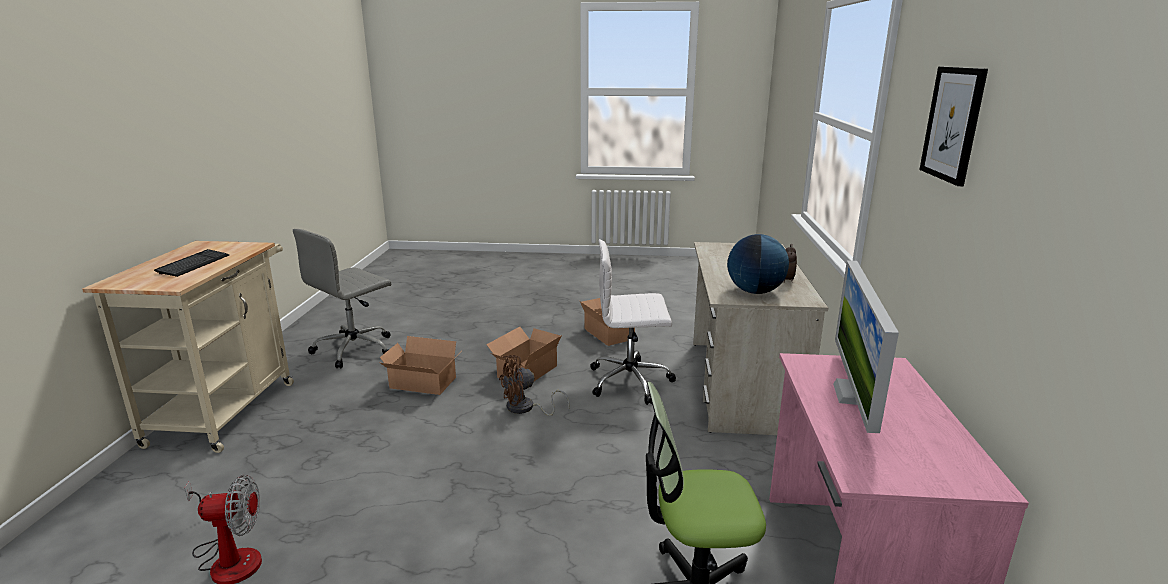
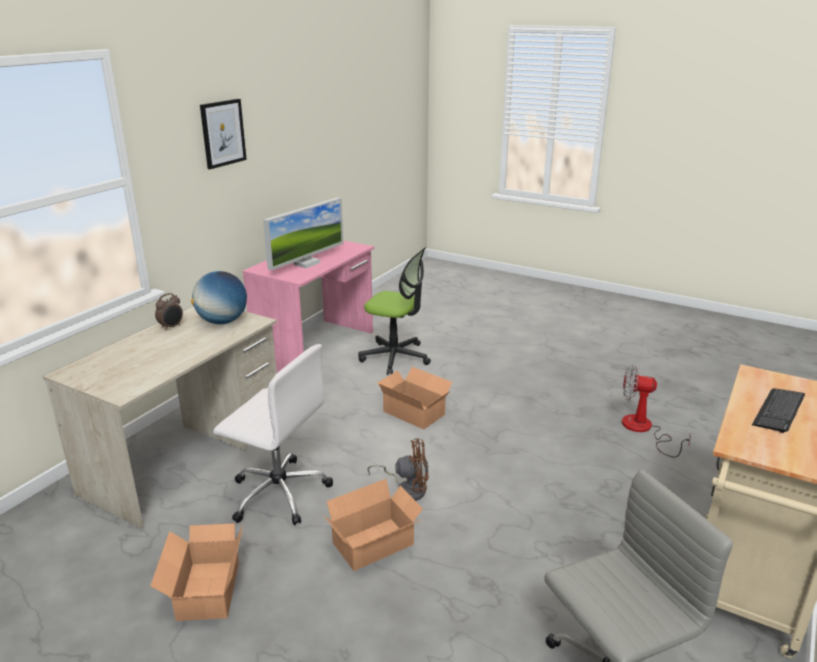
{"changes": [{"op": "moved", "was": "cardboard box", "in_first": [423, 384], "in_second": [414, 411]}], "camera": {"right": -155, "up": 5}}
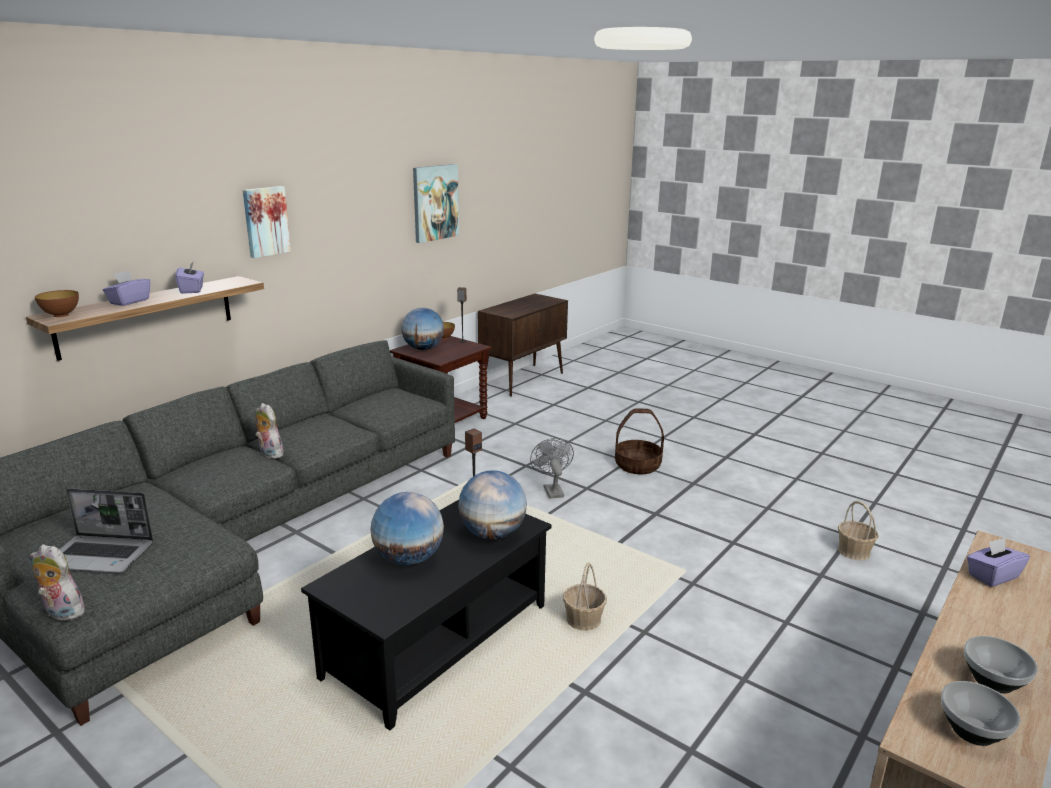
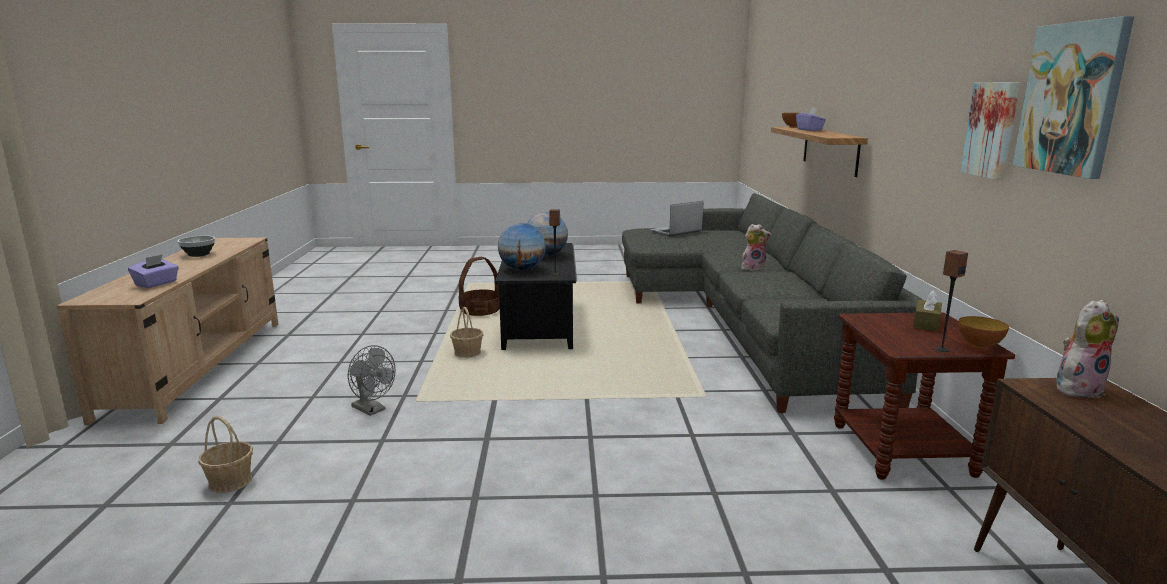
{"changes": [{"op": "moved", "was": "plush toy", "in_first": [61, 613], "in_second": [1077, 389]}, {"op": "removed", "was": "purple tissue box", "in_first": [192, 290]}, {"op": "moved", "was": "picture", "in_first": [265, 221], "in_second": [993, 130]}, {"op": "replaced", "was": "globe", "now": "brown tissue box", "in_first": [423, 349], "in_second": [926, 324]}, {"op": "moved", "was": "grey fan", "in_first": [551, 490], "in_second": [372, 410]}, {"op": "moved", "was": "basket", "in_first": [638, 465], "in_second": [480, 311]}, {"op": "removed", "was": "bowl", "in_first": [973, 731]}], "camera": {"right": 140, "up": -5}}
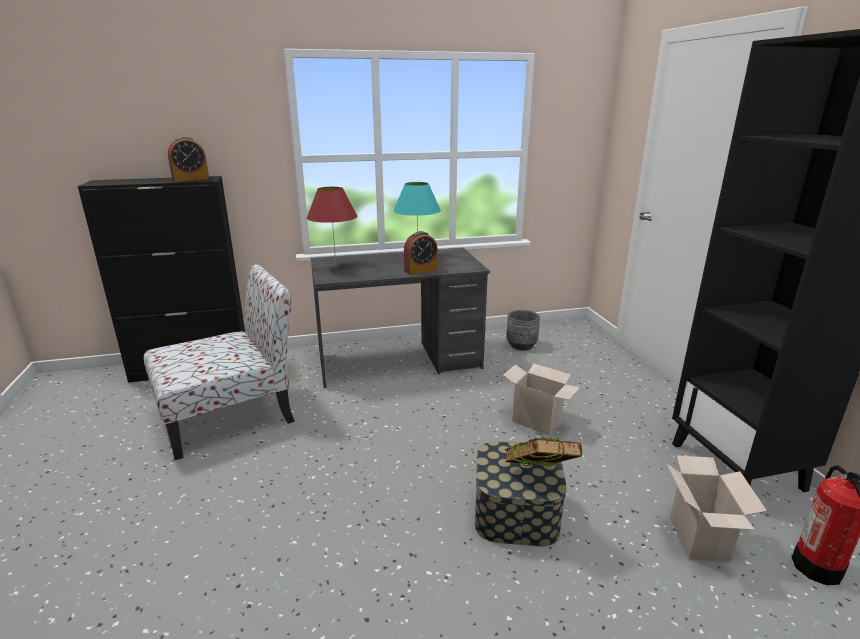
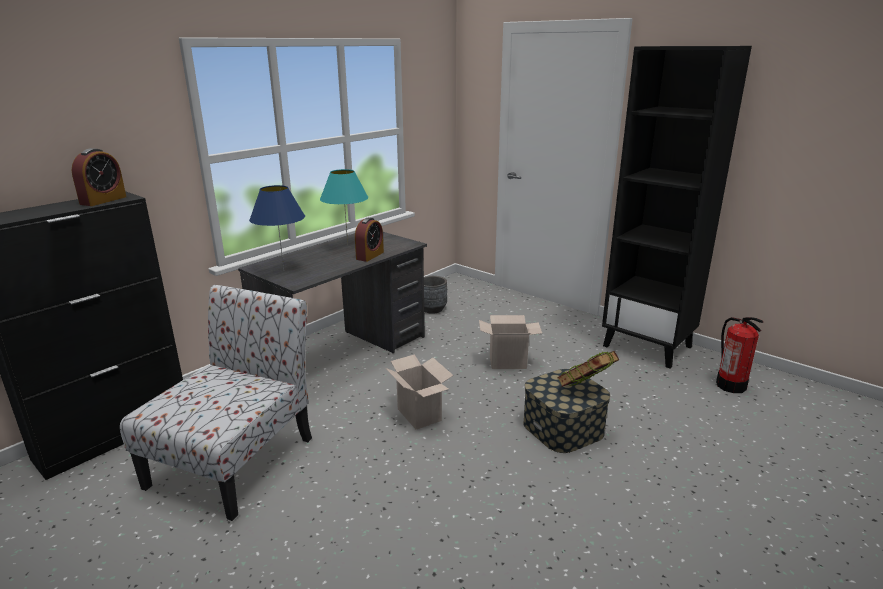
{"changes": [{"op": "recoloured", "was": "red table lamp", "now": "blue table lamp", "in_first": [335, 267], "in_second": [283, 271]}, {"op": "moved", "was": "cardboard box", "in_first": [701, 540], "in_second": [421, 415]}], "camera": {"right": -35, "up": 0}}
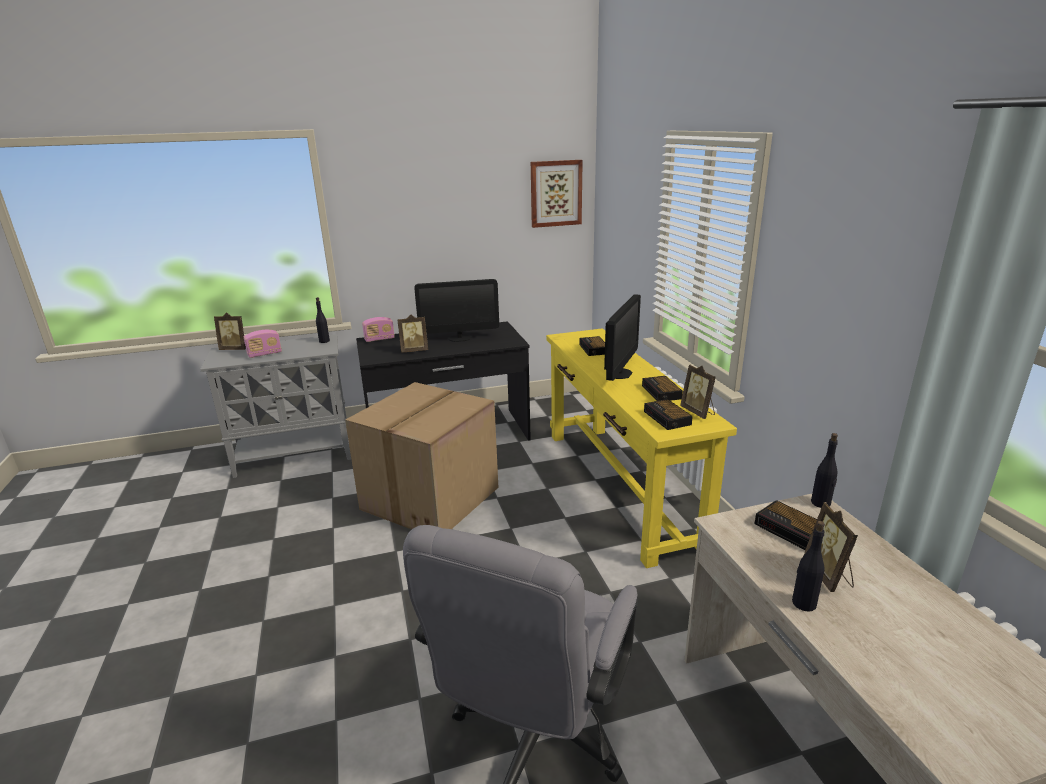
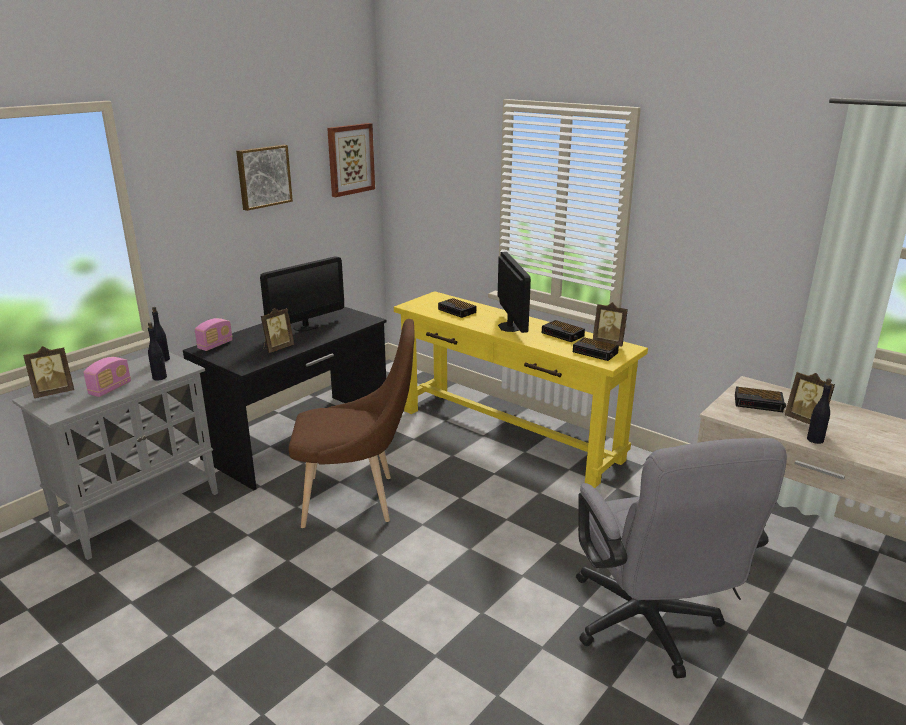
{"changes": [{"op": "replaced", "was": "cardboard box", "now": "brown chair", "in_first": [430, 499], "in_second": [356, 500]}, {"op": "moved", "was": "black bottle", "in_first": [821, 503], "in_second": [160, 377]}, {"op": "added", "now": "picture", "in_second": [263, 176]}], "camera": {"right": -35, "up": 0}}
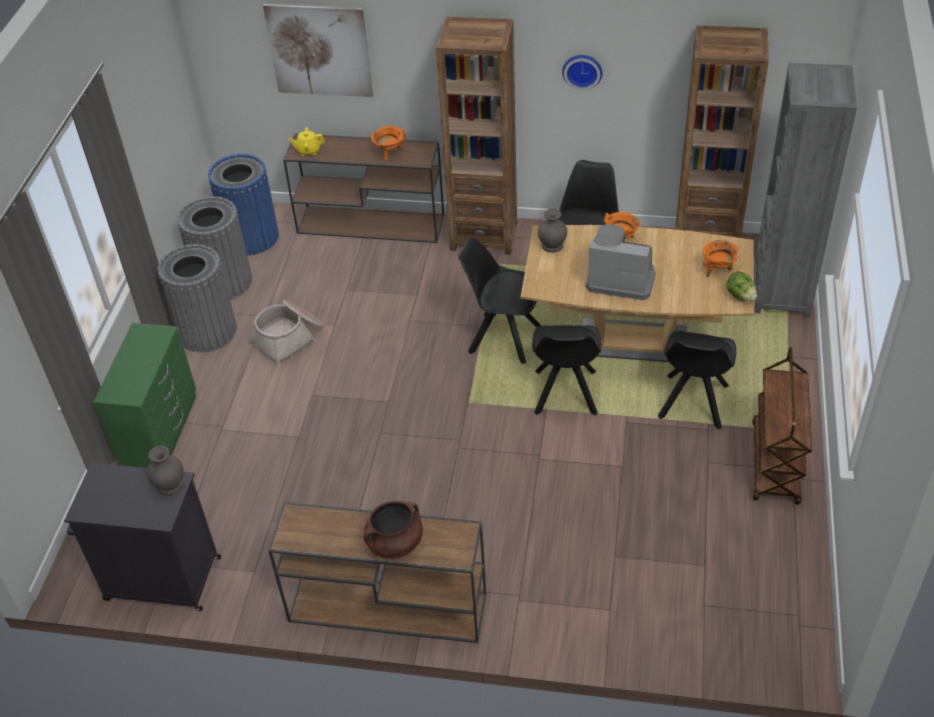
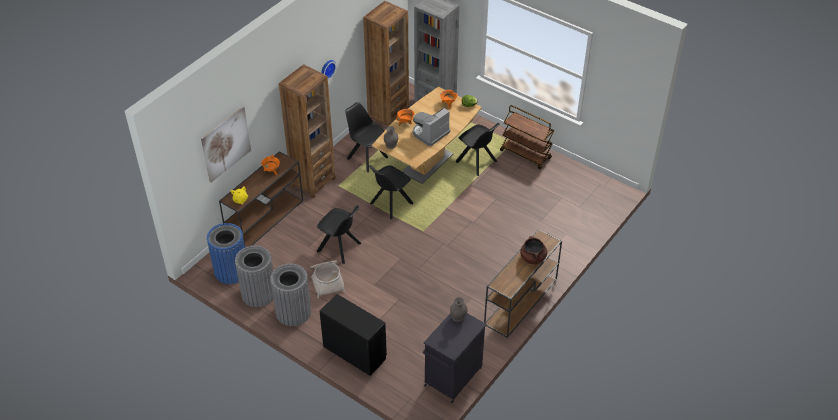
{"changes": [{"op": "recoloured", "was": "green dresser", "now": "black dresser", "in_first": [161, 432], "in_second": [354, 352]}, {"op": "moved", "was": "black chair", "in_first": [565, 394], "in_second": [340, 248]}], "camera": {"right": -65, "up": 0}}
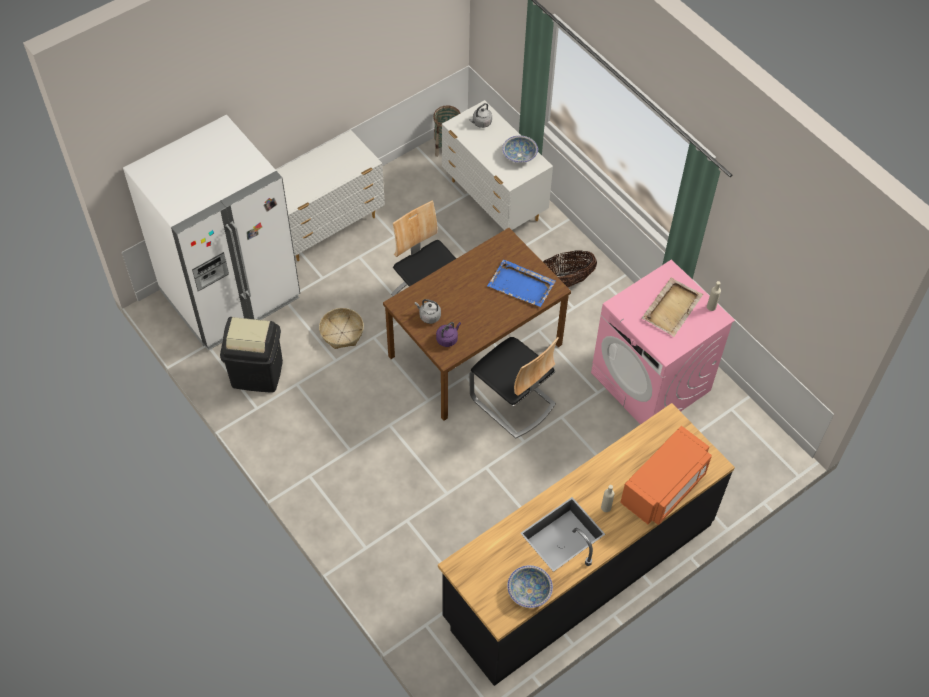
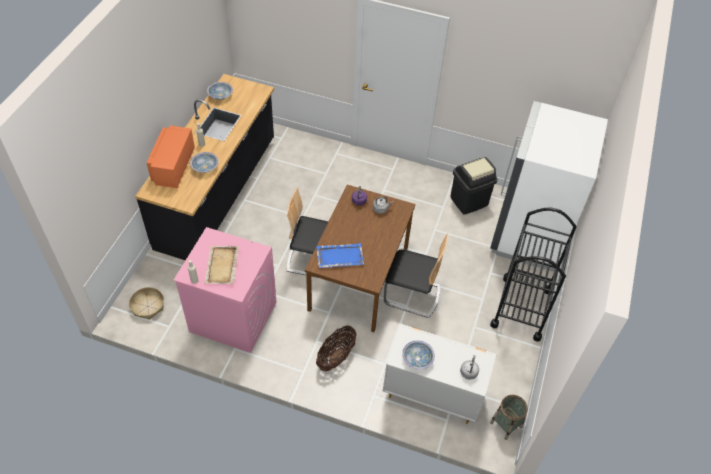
{"changes": [{"op": "replaced", "was": "white dresser", "now": "black cart", "in_first": [327, 227], "in_second": [521, 308]}, {"op": "moved", "was": "basket", "in_first": [342, 332], "in_second": [148, 306]}, {"op": "added", "now": "bowl", "in_second": [205, 167]}], "camera": {"right": 145, "up": -5}}
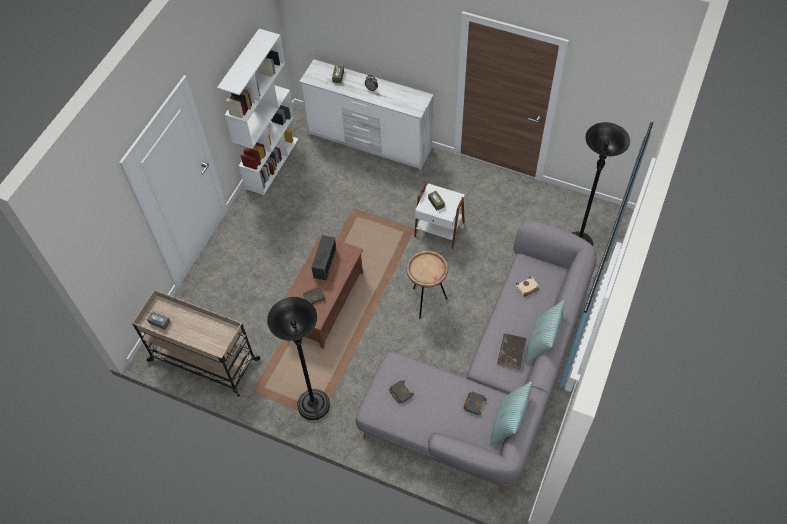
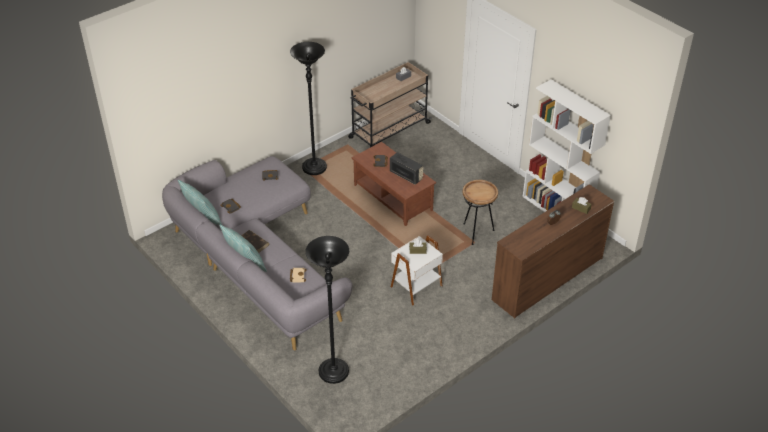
{"changes": [{"op": "recoloured", "was": "white dresser", "now": "brown dresser", "in_first": [369, 141], "in_second": [547, 278]}, {"op": "moved", "was": "brown side table", "in_first": [426, 301], "in_second": [476, 232]}], "camera": {"right": 115, "up": -15}}
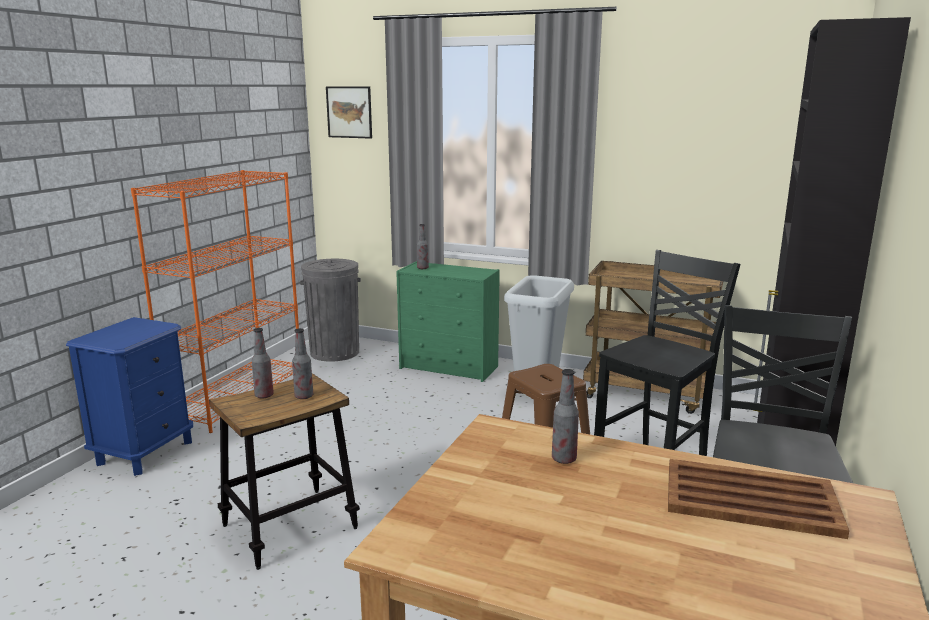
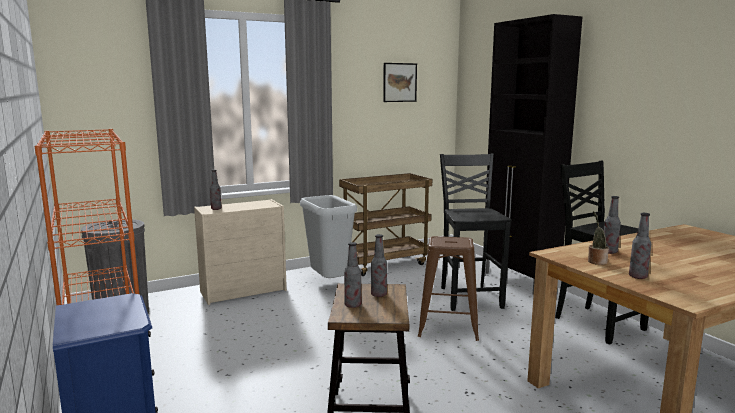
{"changes": [{"op": "moved", "was": "picture", "in_first": [349, 112], "in_second": [399, 82]}, {"op": "recoloured", "was": "green dresser", "now": "beige dresser", "in_first": [450, 367], "in_second": [244, 291]}, {"op": "removed", "was": "brown tray", "in_first": [748, 498]}, {"op": "added", "now": "potted plant", "in_second": [596, 261]}, {"op": "added", "now": "bottle", "in_second": [638, 277]}], "camera": {"right": -50, "up": -5}}
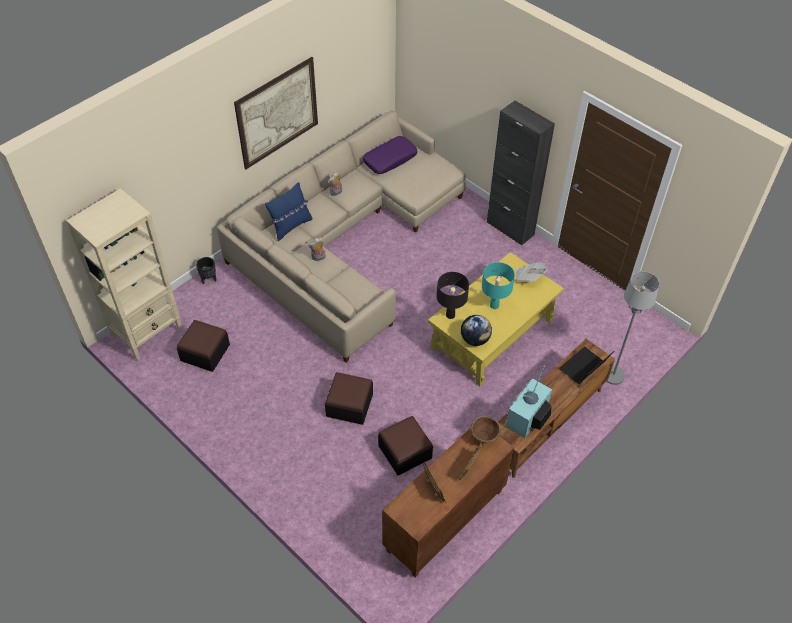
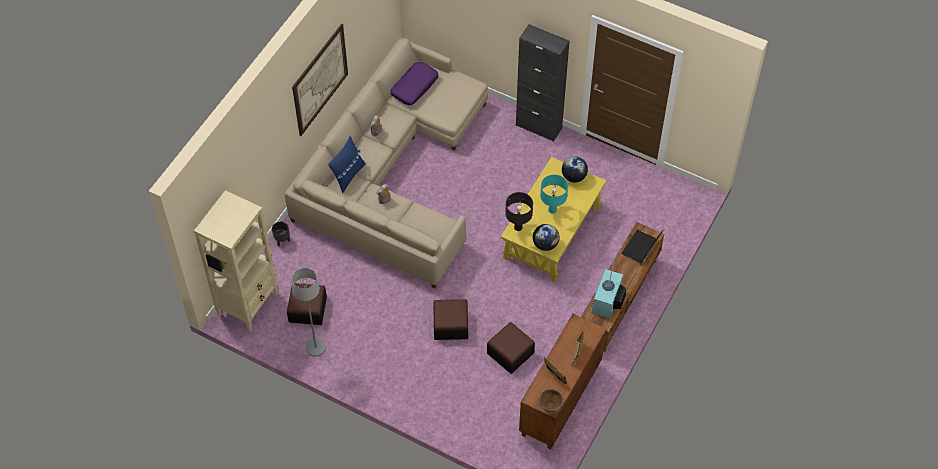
{"changes": [{"op": "moved", "was": "brown bowl", "in_first": [484, 437], "in_second": [550, 405]}, {"op": "replaced", "was": "newspaper", "now": "globe", "in_first": [528, 277], "in_second": [573, 177]}, {"op": "moved", "was": "grey floor lamp", "in_first": [613, 375], "in_second": [315, 347]}], "camera": {"right": -15, "up": 5}}
